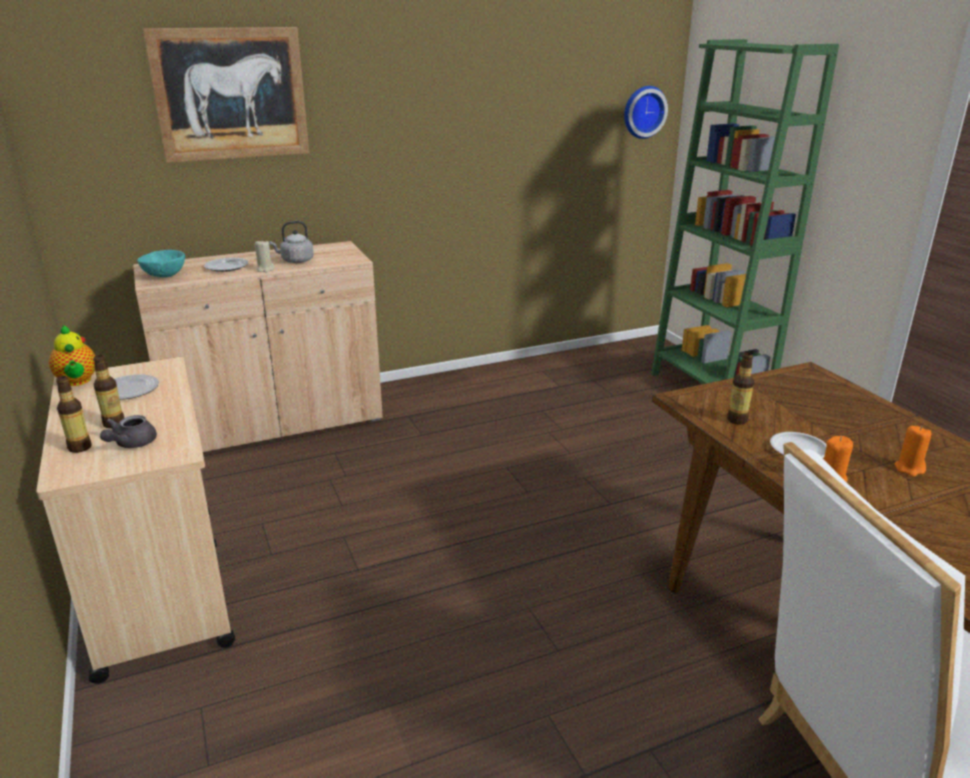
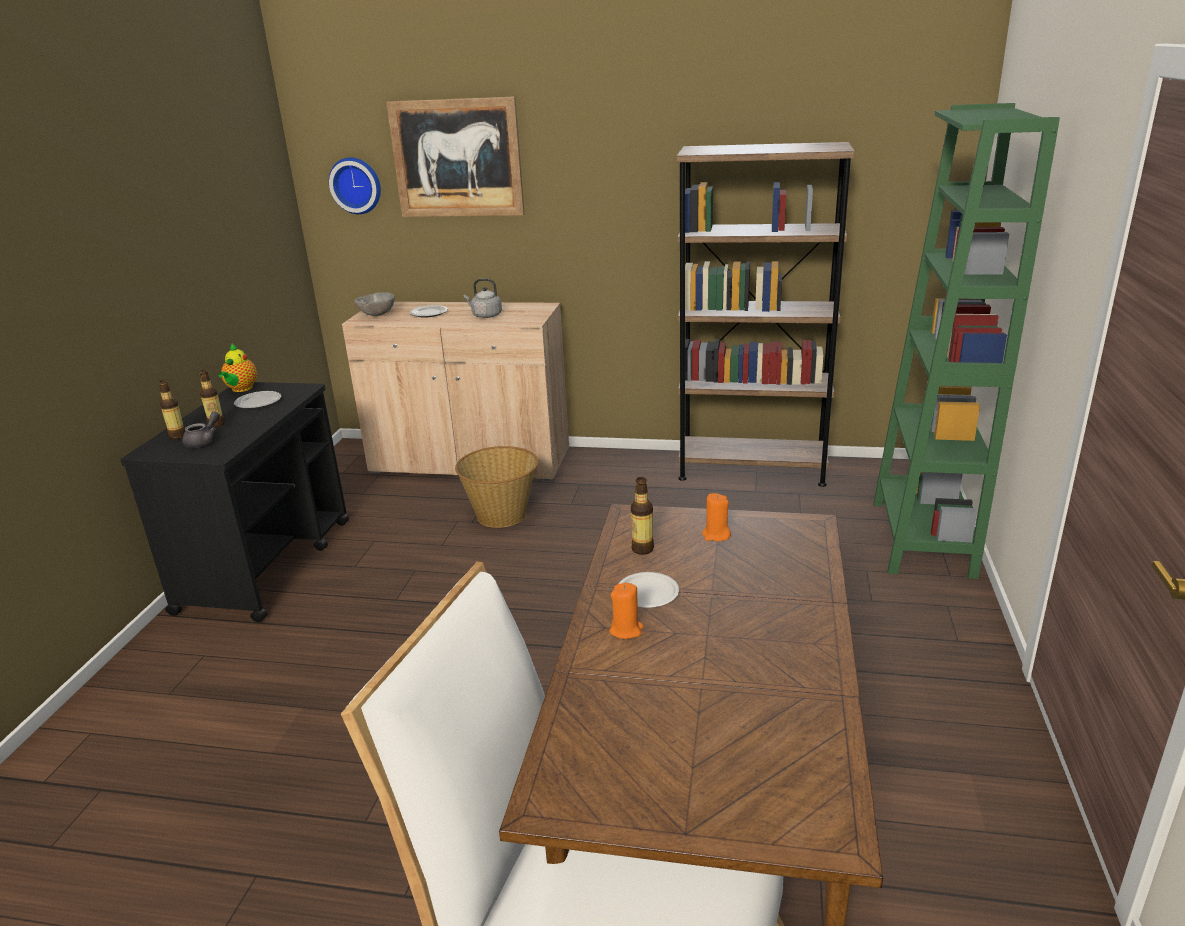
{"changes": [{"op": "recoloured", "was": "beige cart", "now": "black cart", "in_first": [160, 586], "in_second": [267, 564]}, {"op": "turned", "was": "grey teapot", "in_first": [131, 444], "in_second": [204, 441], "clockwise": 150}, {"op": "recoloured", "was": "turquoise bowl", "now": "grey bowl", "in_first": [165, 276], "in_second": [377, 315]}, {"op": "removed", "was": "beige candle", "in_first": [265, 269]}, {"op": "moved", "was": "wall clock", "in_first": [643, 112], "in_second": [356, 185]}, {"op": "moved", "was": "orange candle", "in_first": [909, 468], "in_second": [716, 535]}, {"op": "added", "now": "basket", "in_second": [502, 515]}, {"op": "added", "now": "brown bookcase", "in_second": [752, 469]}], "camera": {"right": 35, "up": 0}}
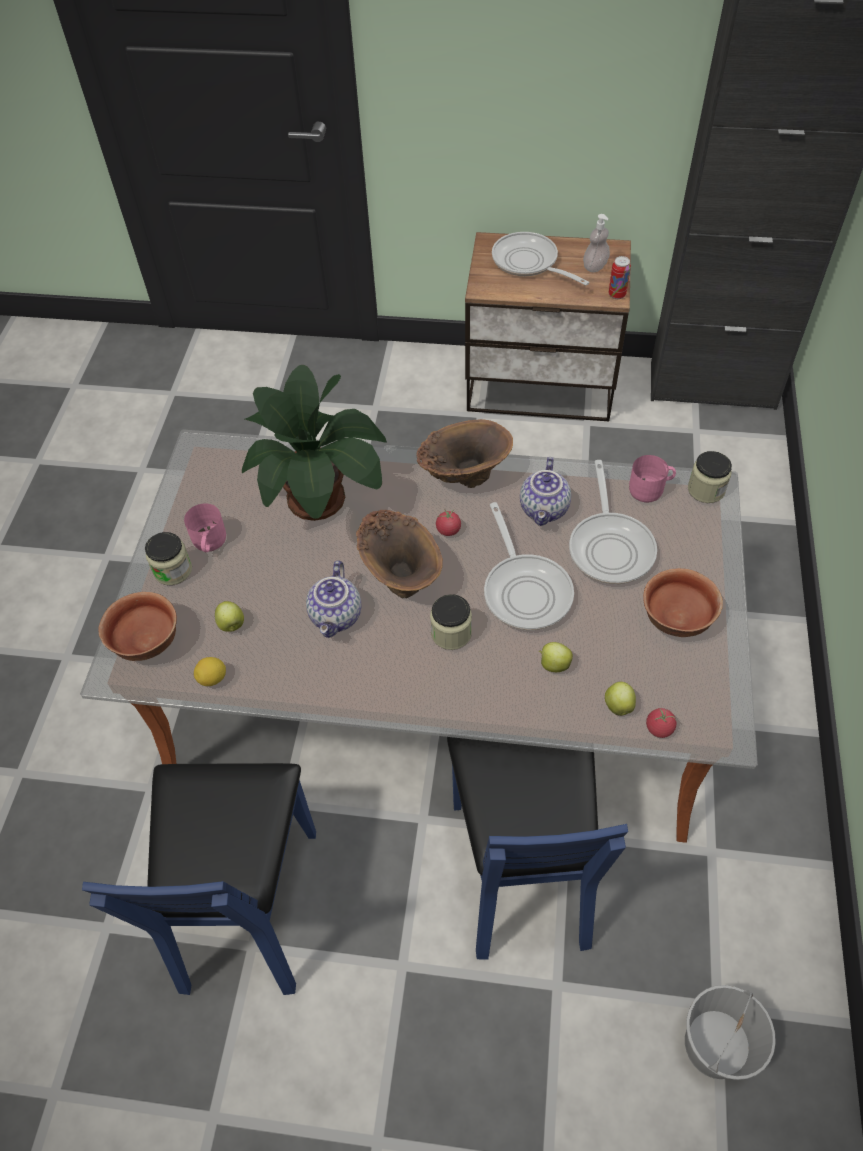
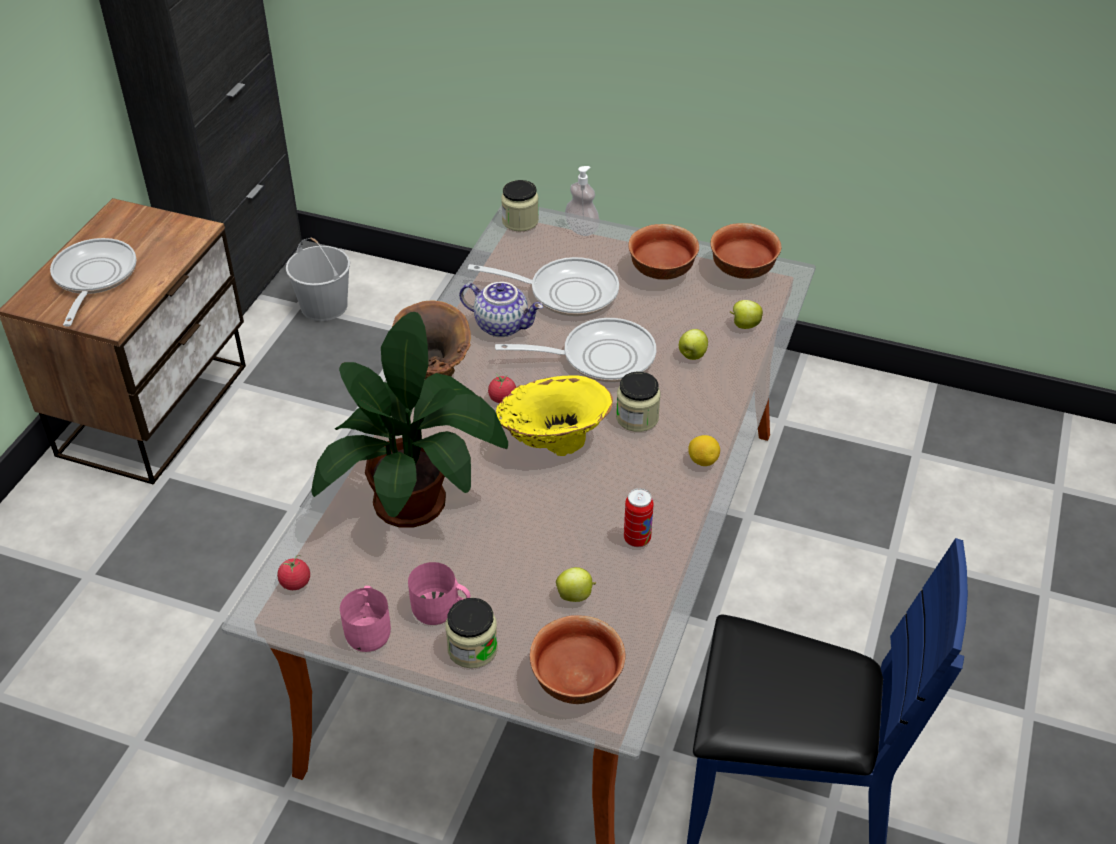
{"changes": [{"op": "moved", "was": "lemon", "in_first": [213, 679], "in_second": [702, 461]}, {"op": "removed", "was": "teapot", "in_first": [337, 616]}, {"op": "recoloured", "was": "brown vase", "now": "yellow vase", "in_first": [401, 577], "in_second": [553, 444]}, {"op": "removed", "was": "blue chair", "in_first": [522, 869]}, {"op": "turned", "was": "frying pan", "in_first": [529, 263], "in_second": [93, 278], "clockwise": 120}, {"op": "moved", "was": "soap dispenser", "in_first": [595, 266], "in_second": [582, 229]}, {"op": "moved", "was": "can", "in_first": [617, 295], "in_second": [637, 539]}, {"op": "moved", "was": "pink mug", "in_first": [650, 489], "in_second": [369, 628]}, {"op": "moved", "was": "tomato", "in_first": [659, 728], "in_second": [295, 583]}, {"op": "moved", "was": "white bucket", "in_first": [715, 1046], "in_second": [325, 306]}, {"op": "added", "now": "bowl", "in_second": [743, 271]}], "camera": {"right": -80, "up": -10}}
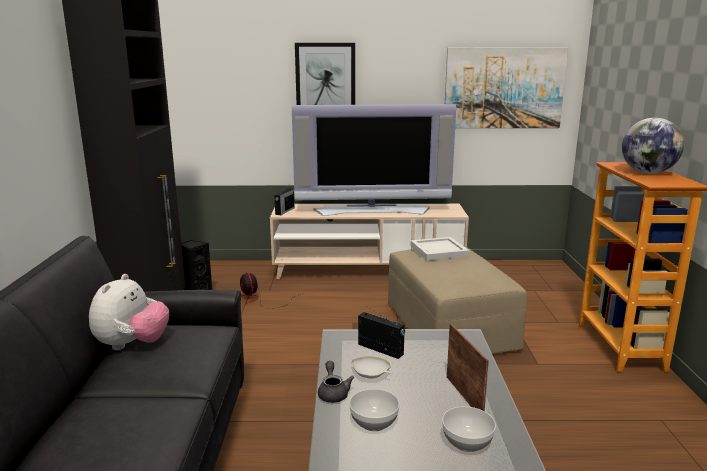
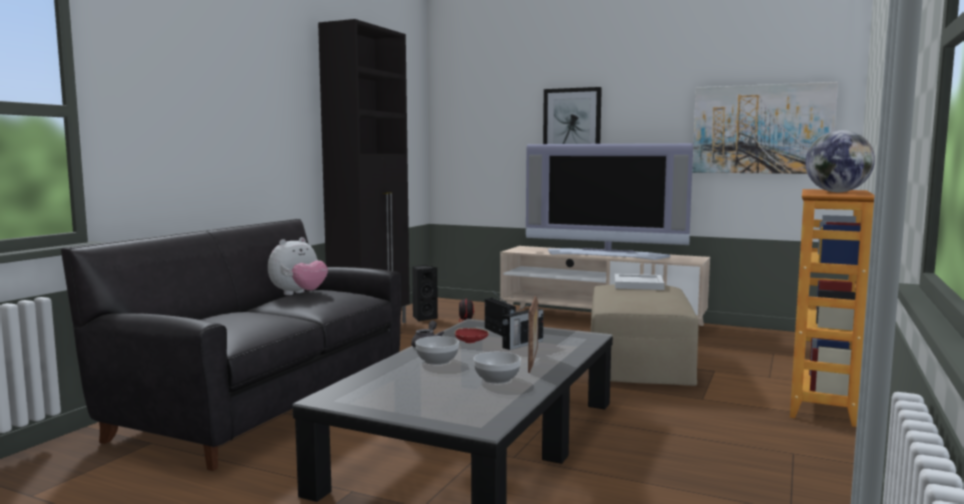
{"changes": [{"op": "moved", "was": "radio", "in_first": [284, 211], "in_second": [522, 344]}, {"op": "recoloured", "was": "white bowl", "now": "red bowl", "in_first": [371, 375], "in_second": [470, 342]}], "camera": {"right": 25, "up": -10}}
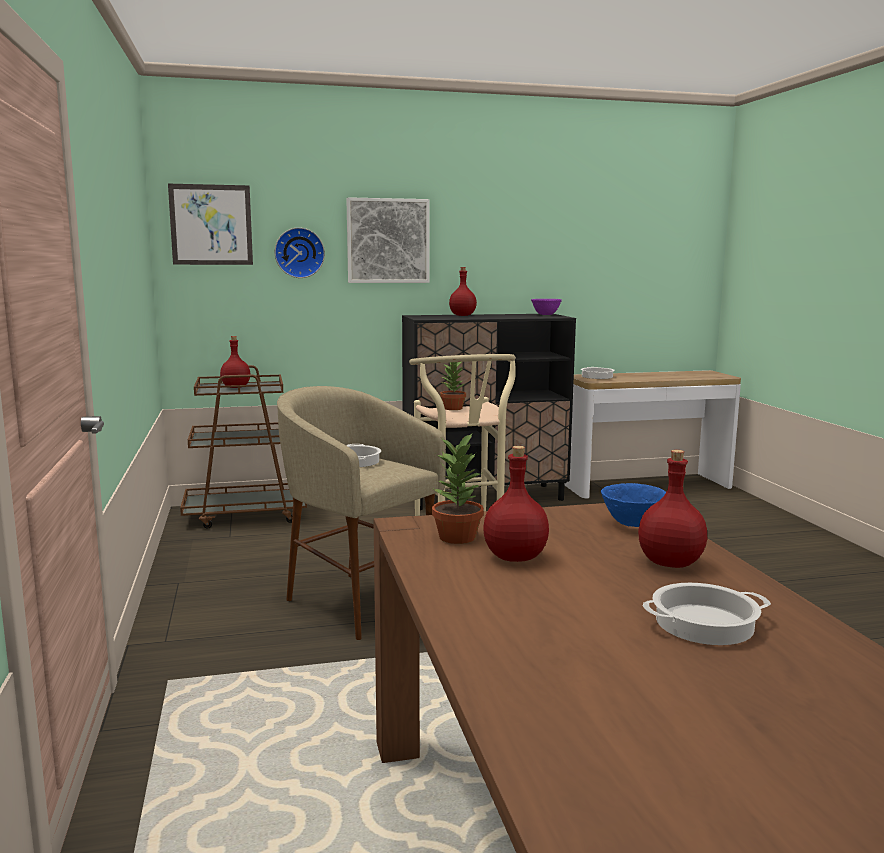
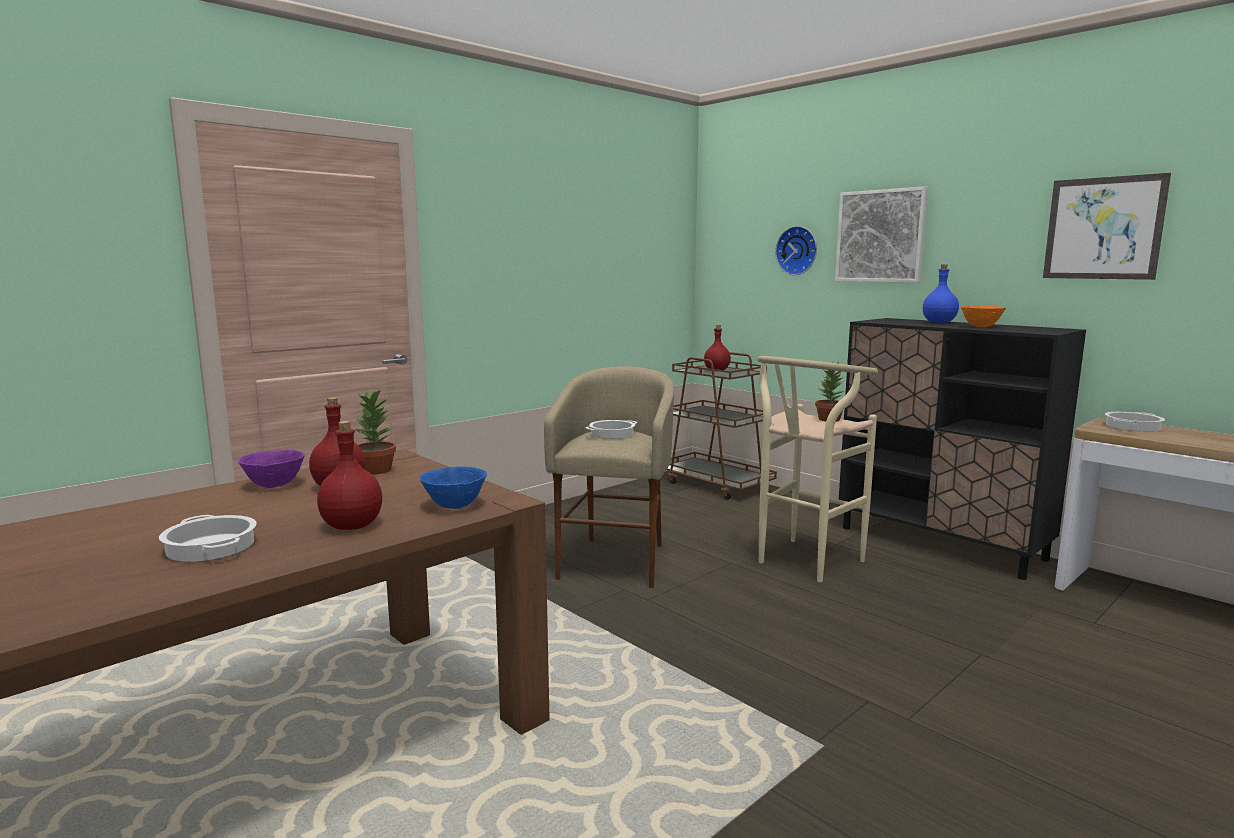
{"changes": [{"op": "moved", "was": "picture", "in_first": [211, 225], "in_second": [1103, 228]}, {"op": "recoloured", "was": "red bottle", "now": "blue bottle", "in_first": [462, 315], "in_second": [938, 322]}, {"op": "moved", "was": "purple bowl", "in_first": [545, 315], "in_second": [274, 485]}, {"op": "added", "now": "orange bowl", "in_second": [981, 327]}], "camera": {"right": 60, "up": 0}}
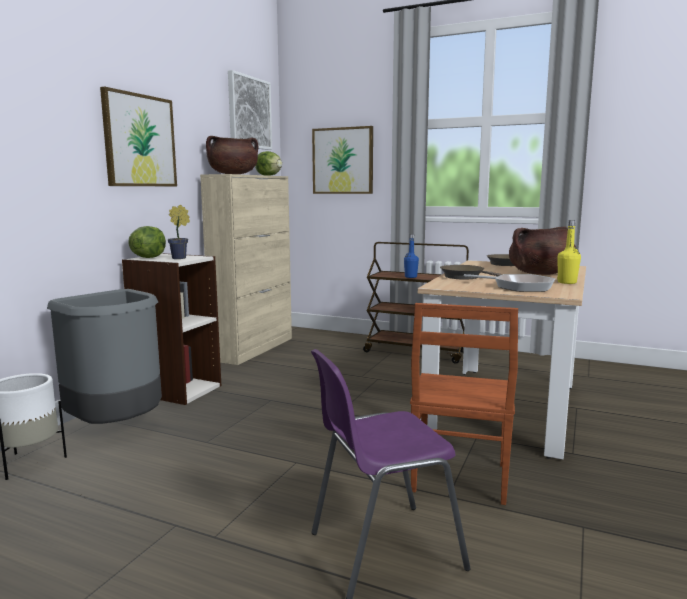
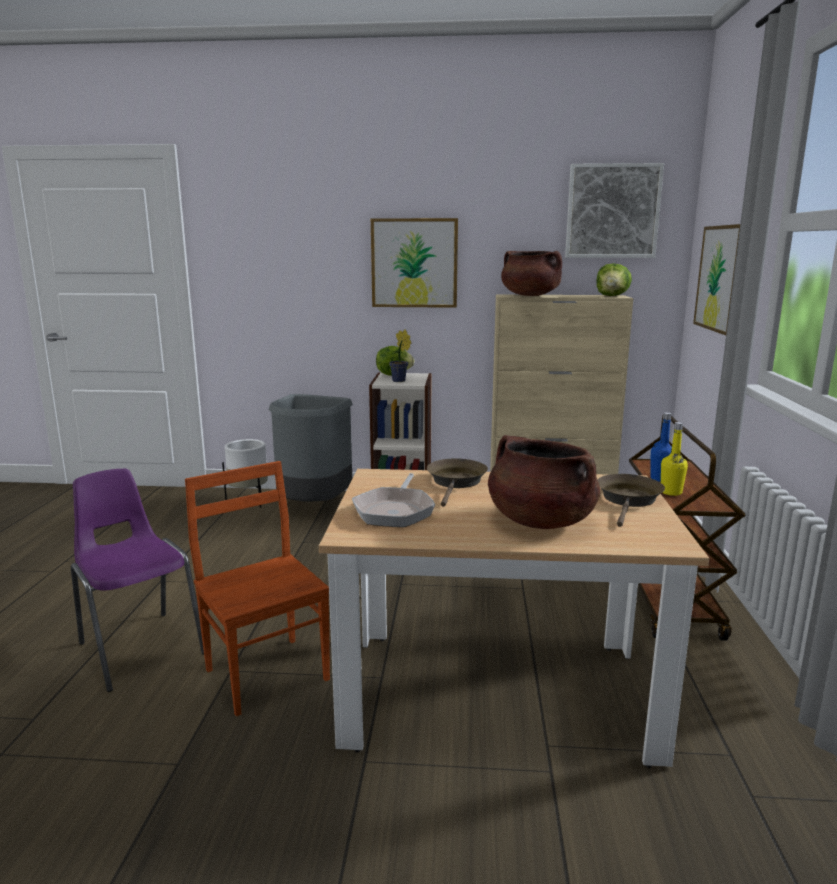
{"changes": [{"op": "turned", "was": "brown chair", "in_first": [458, 478], "in_second": [268, 673], "clockwise": 60}, {"op": "moved", "was": "yellow bottle", "in_first": [567, 282], "in_second": [671, 492]}], "camera": {"right": 70, "up": 5}}
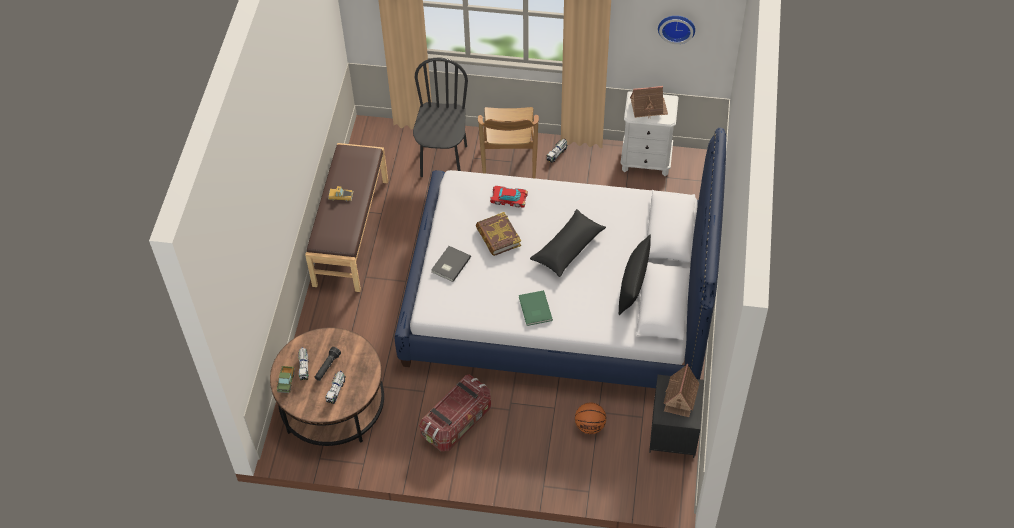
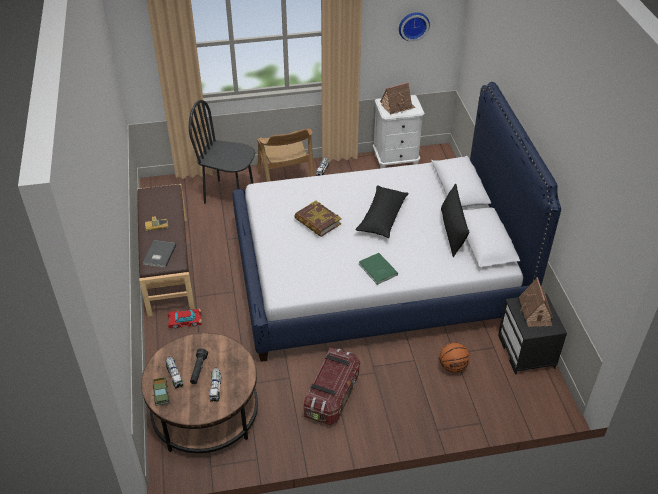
{"changes": [{"op": "turned", "was": "black chair", "in_first": [443, 161], "in_second": [229, 195], "clockwise": -60}, {"op": "moved", "was": "grey book", "in_first": [450, 264], "in_second": [158, 255]}, {"op": "moved", "was": "toy car", "in_first": [509, 198], "in_second": [185, 320]}], "camera": {"right": -20, "up": -10}}
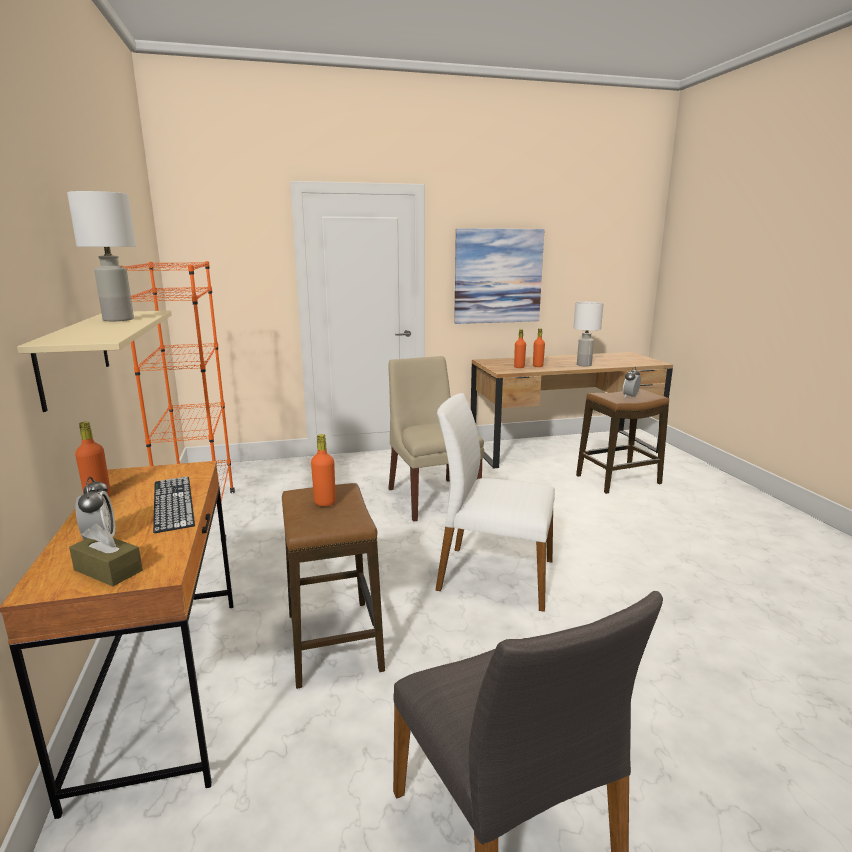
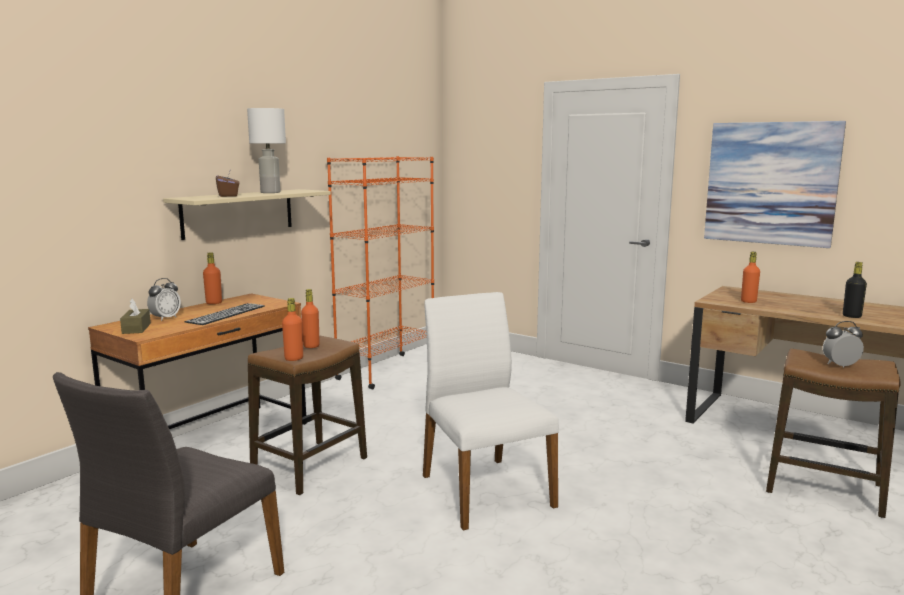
{"changes": [{"op": "removed", "was": "beige chair", "in_first": [431, 497]}, {"op": "moved", "was": "orange bottle", "in_first": [538, 366], "in_second": [294, 358]}, {"op": "replaced", "was": "white table lamp", "now": "black bottle", "in_first": [584, 365], "in_second": [851, 316]}, {"op": "added", "now": "brown tissue box", "in_second": [228, 195]}], "camera": {"right": 50, "up": -5}}
